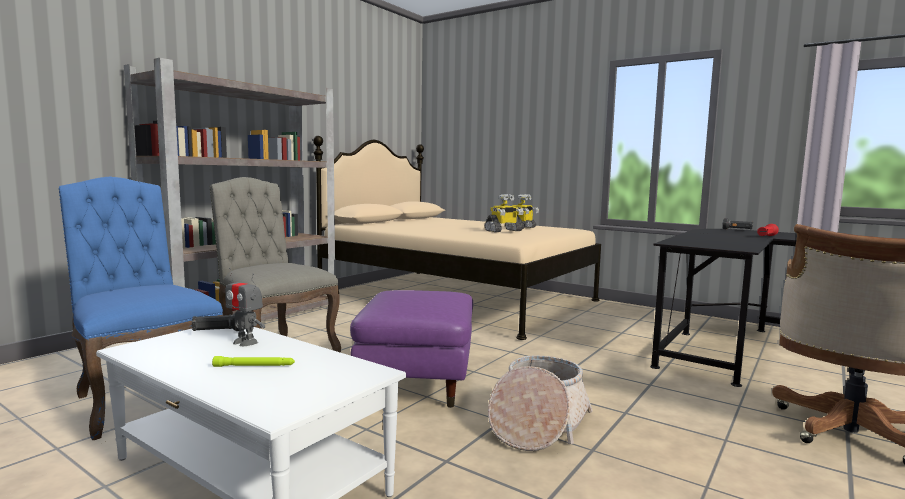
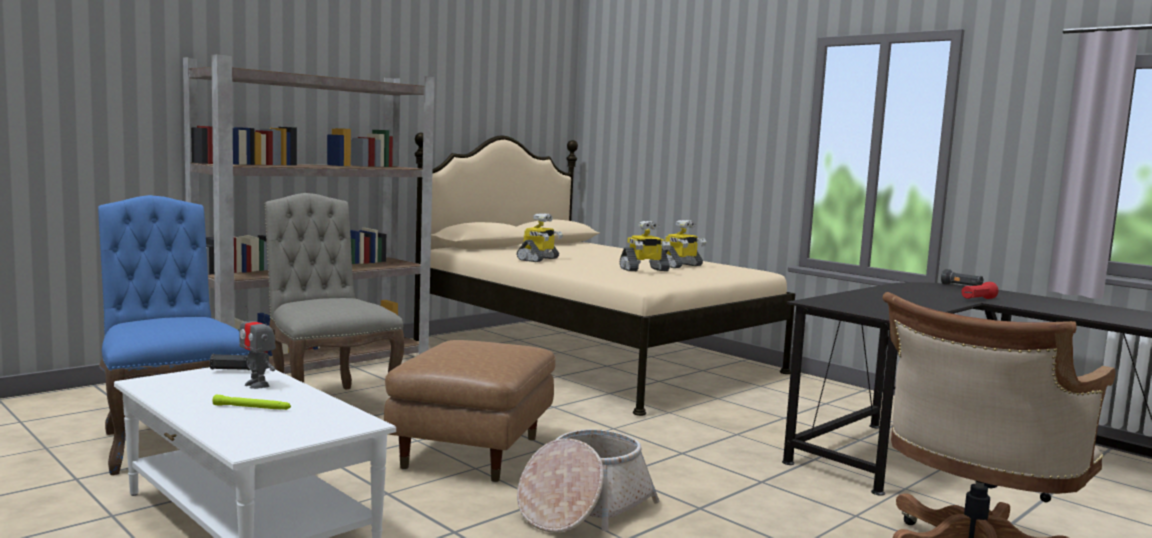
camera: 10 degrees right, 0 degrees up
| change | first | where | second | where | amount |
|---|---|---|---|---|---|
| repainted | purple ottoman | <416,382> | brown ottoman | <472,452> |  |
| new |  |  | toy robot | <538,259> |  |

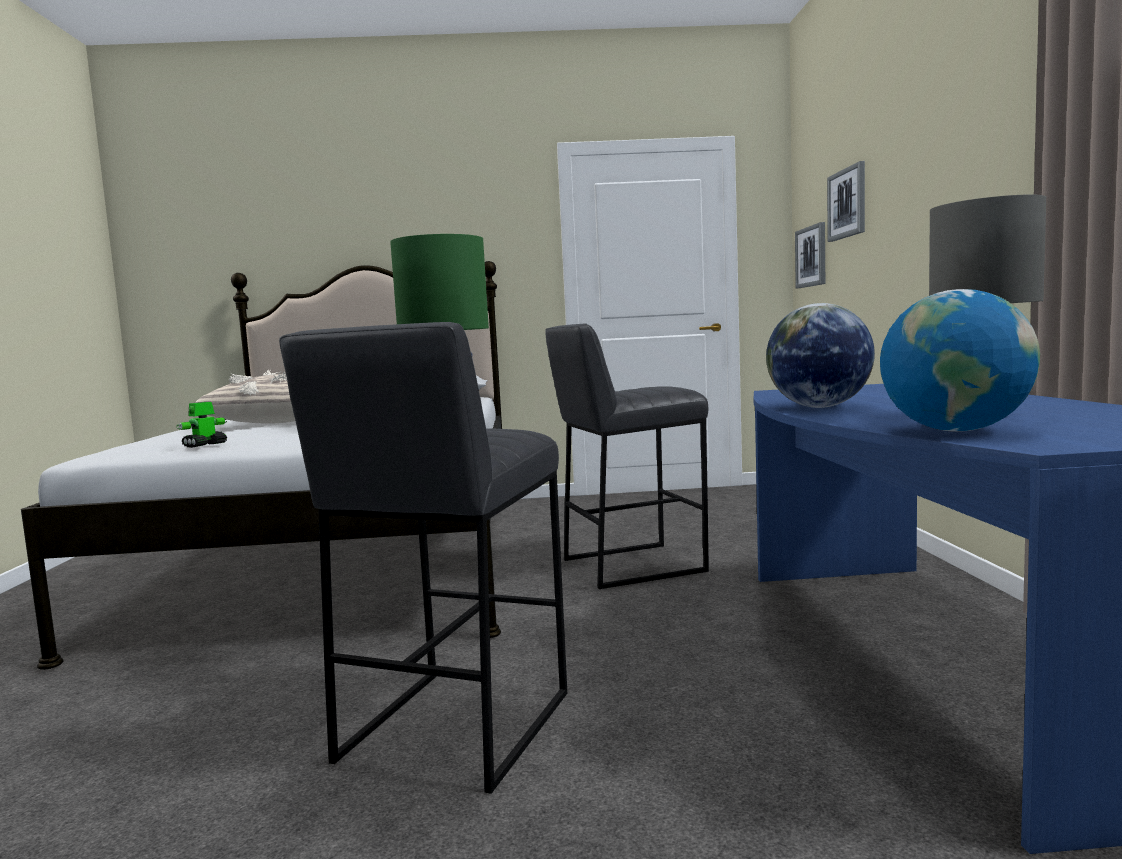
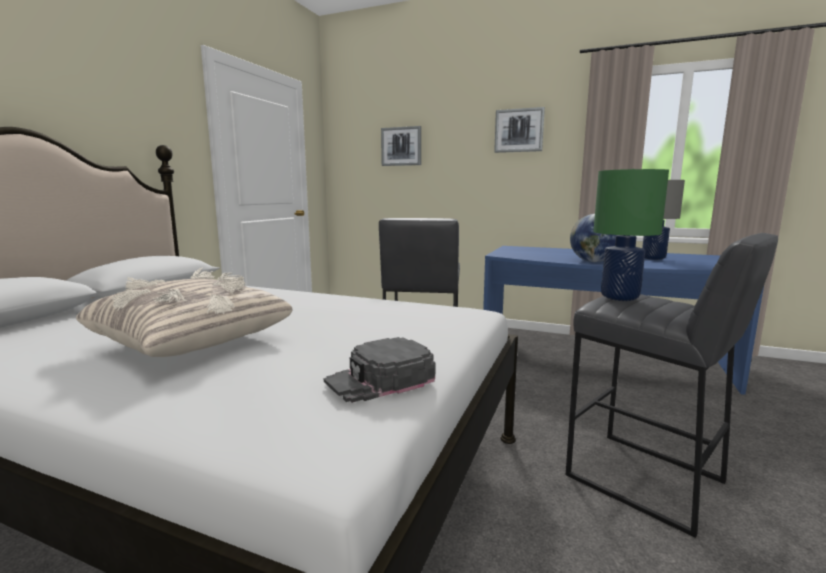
camera: 65 degrees left, 5 degrees up
| change | first | where | second | where | amount |
|---|---|---|---|---|---|
| shifted | picture | <811,256> |  | <519,130> |  |
| gone | globe | <956,430> |  |  |  |
| swapped | toy robot | <204,445> | black cap | <380,380> |  |

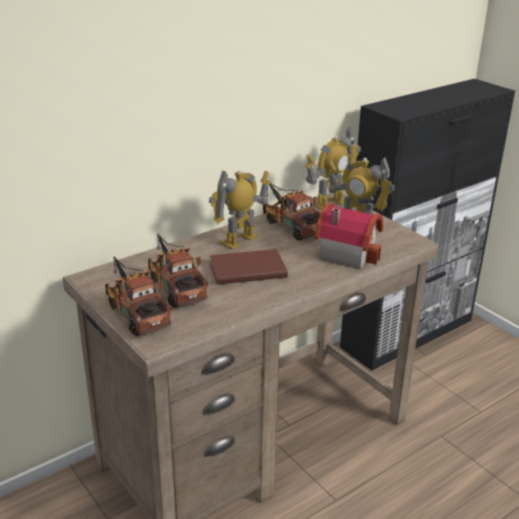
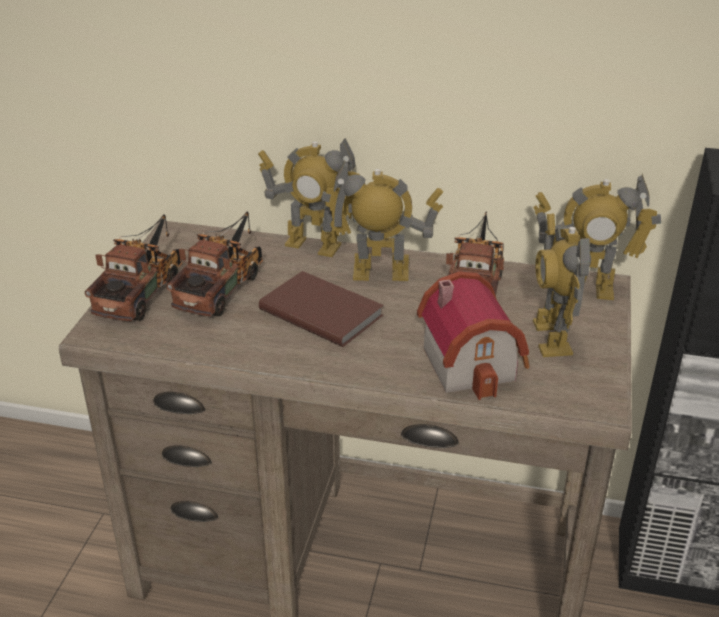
camera: 50 degrees right, 5 degrees up
| change | first | where | second | where | amount |
|---|---|---|---|---|---|
| new |  |  | toy robot | <313,245> |  |

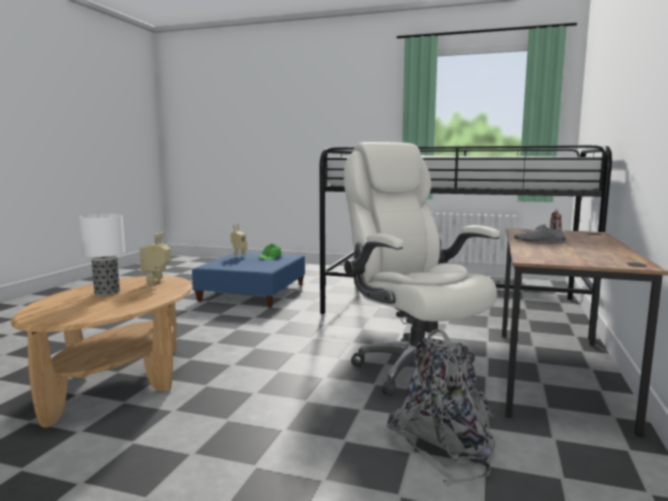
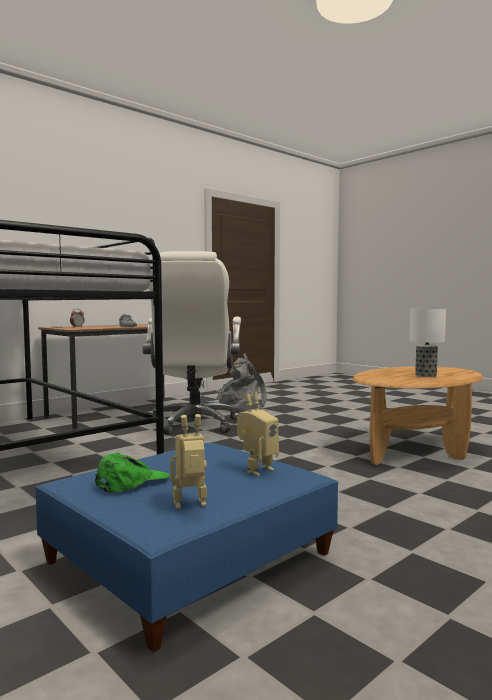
camera: 150 degrees left, 5 degrees down
| change | first | where | second | where | amount |
|---|---|---|---|---|---|
| shifted | toy robot | <157,283> |  | <256,470> |  |

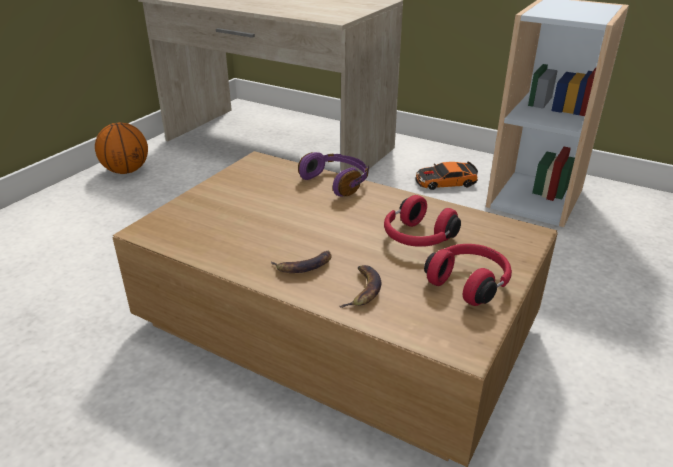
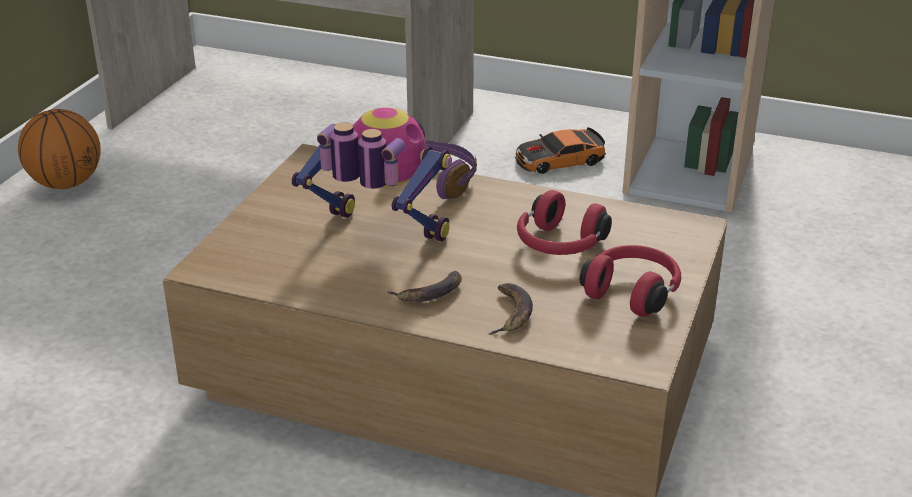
camera: 10 degrees left, 0 degrees up
| change | first | where | second | where | amount |
|---|---|---|---|---|---|
| new |  |  | toy robot | <379,234> |  |

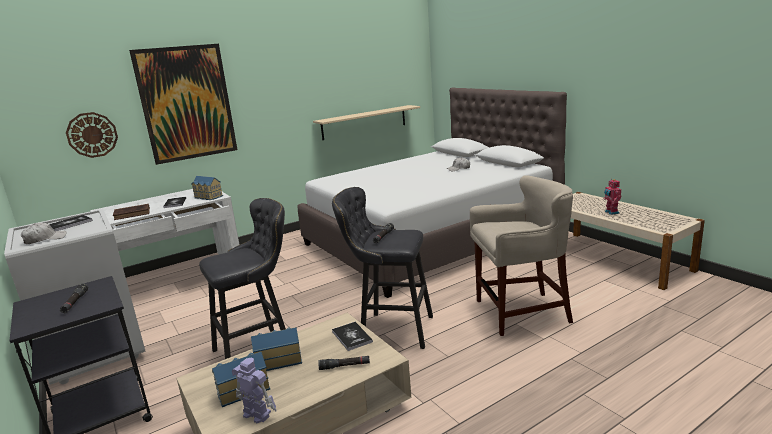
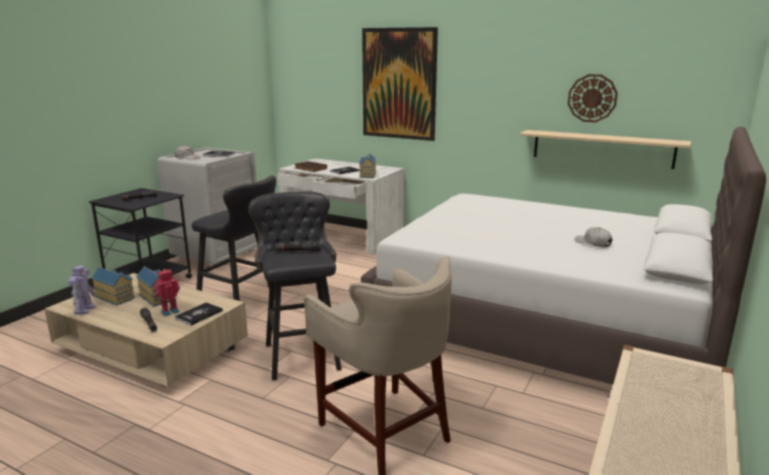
camera: 60 degrees right, 0 degrees up
| change | first | where | second | where | amount |
|---|---|---|---|---|---|
| shifted | wall clock | <92,135> |  | <592,98> |  |
| shifted | toy robot | <611,212> |  | <169,311> |  |

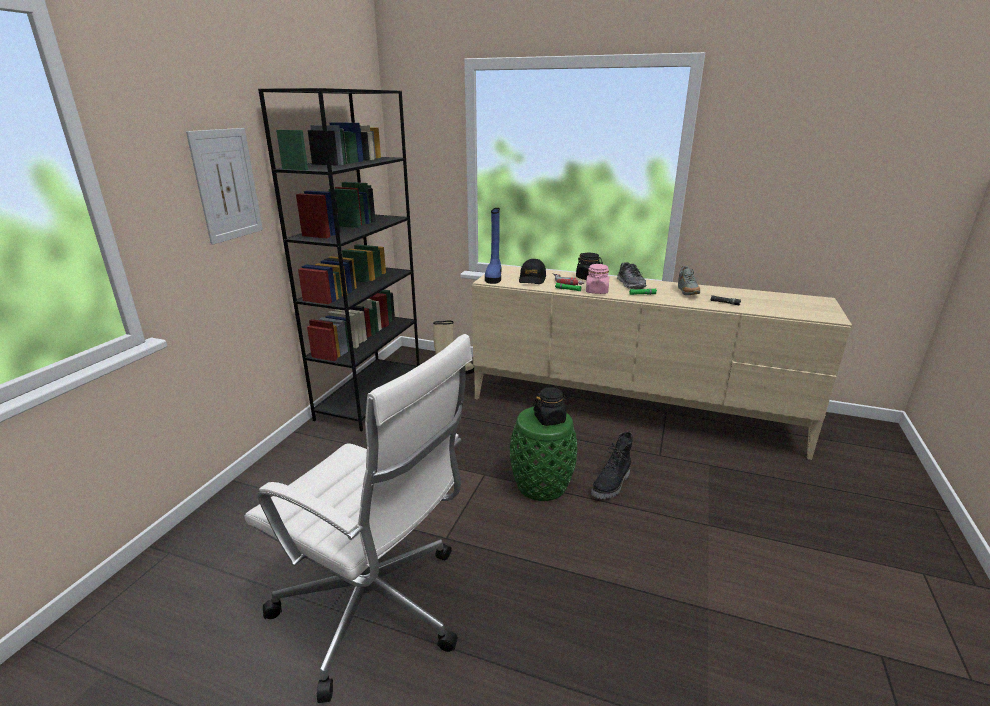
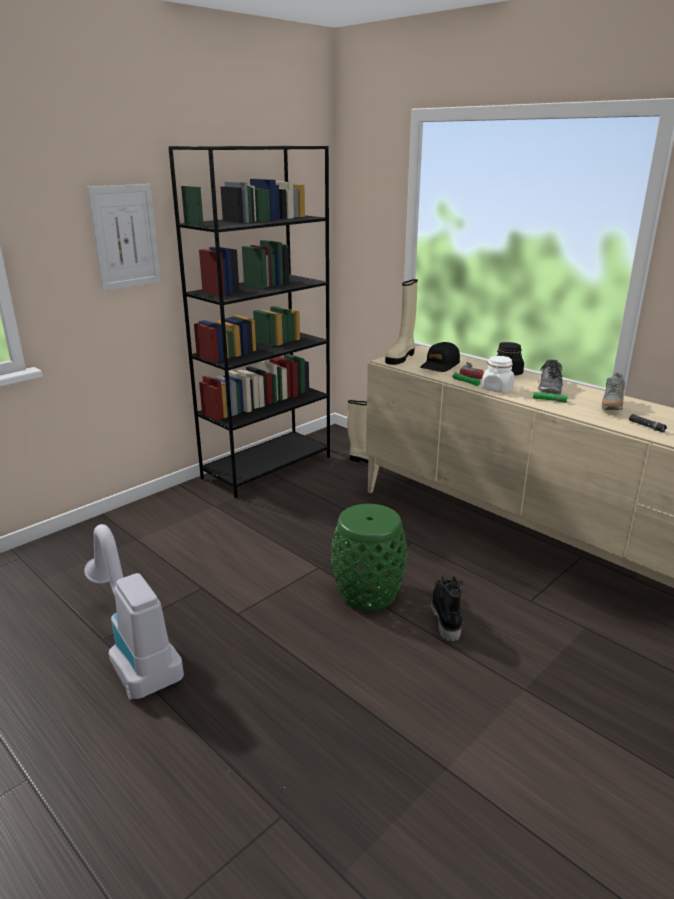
camera: 25 degrees right, 0 degrees up
| change | first | where | second | where | amount |
|---|---|---|---|---|---|
| repainted | blue boot | <494,277> | beige boot | <401,357> |  |
| repainted | pink jar | <596,291> | white jar | <497,389> |  |
| swapped | white office chair | <375,609> | vacuum cleaner | <134,653> |  |
| gone | black jar | <550,419> |  |  |  |
| rotated | black boot | <612,485> |  | <445,615> | 120 degrees clockwise |

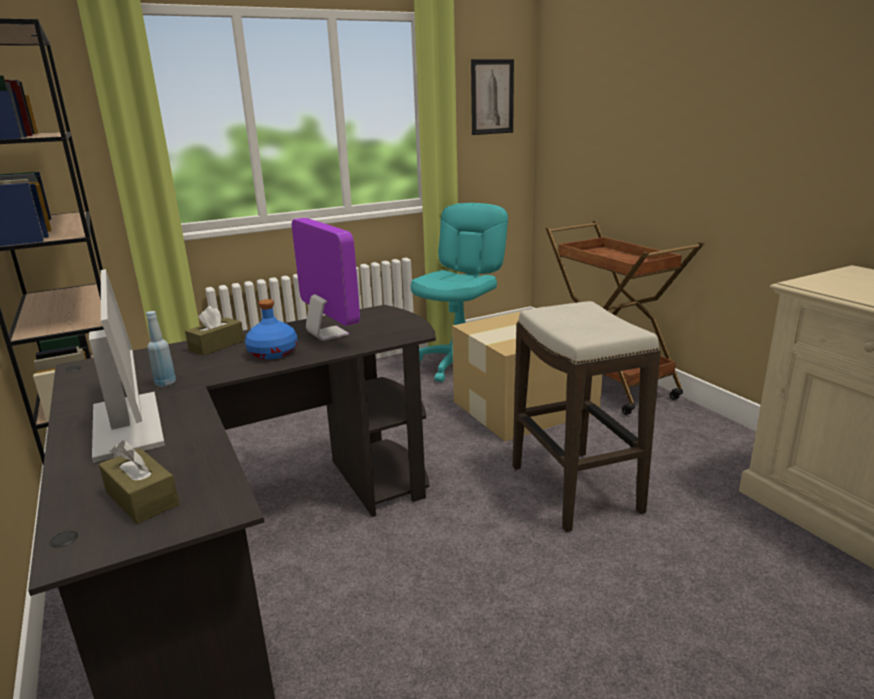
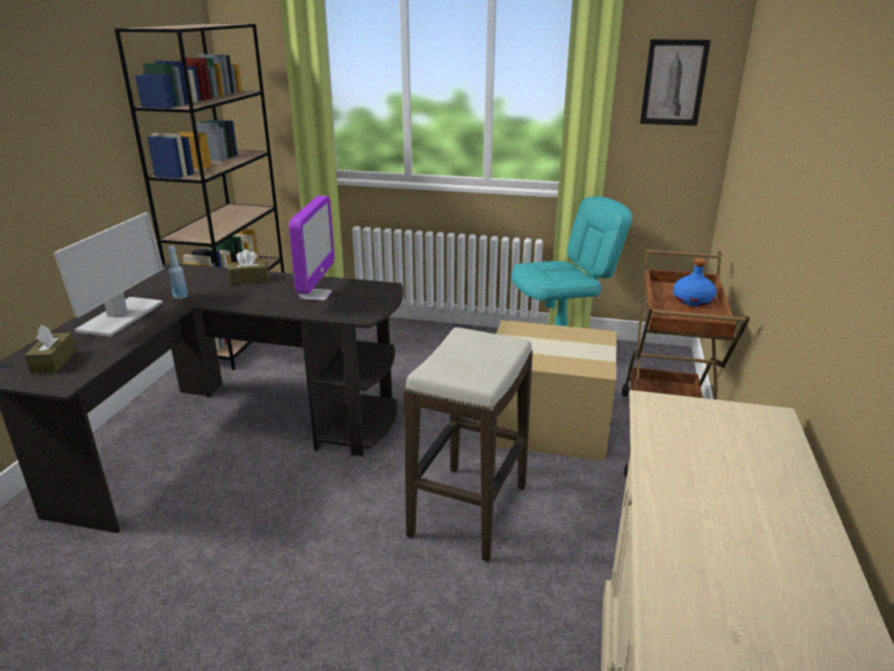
camera: 40 degrees right, 5 degrees up
| change | first | where | second | where | amount |
|---|---|---|---|---|---|
| shifted | blue bottle | <273,353> |  | <693,301> |  |

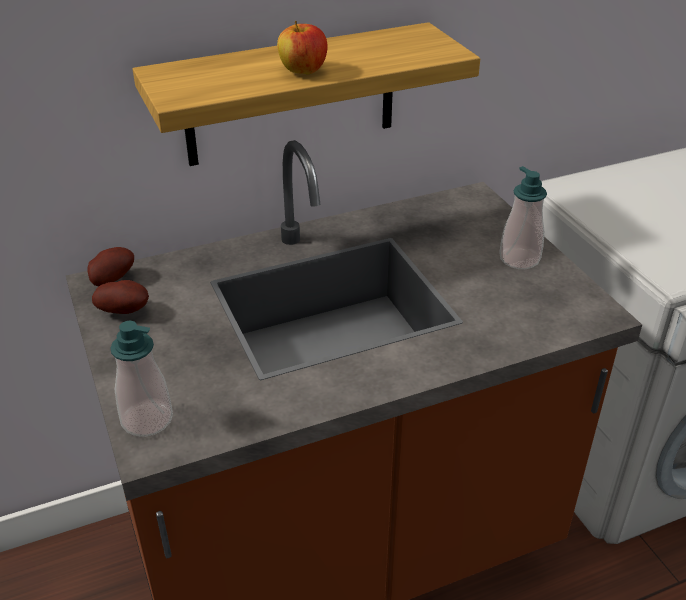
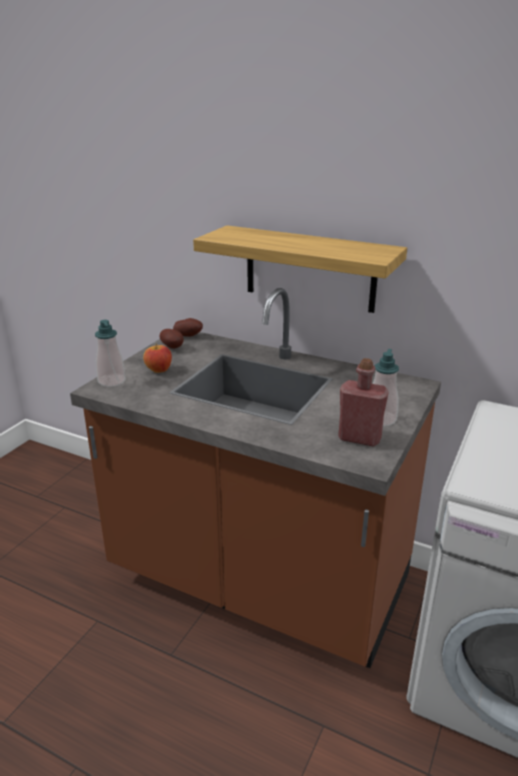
camera: 50 degrees right, 10 degrees down
| change | first | where | second | where | amount |
|---|---|---|---|---|---|
| shifted | apple | <303,71> |  | <159,370> |  |
| new |  |  | red bottle | <359,438> |  |

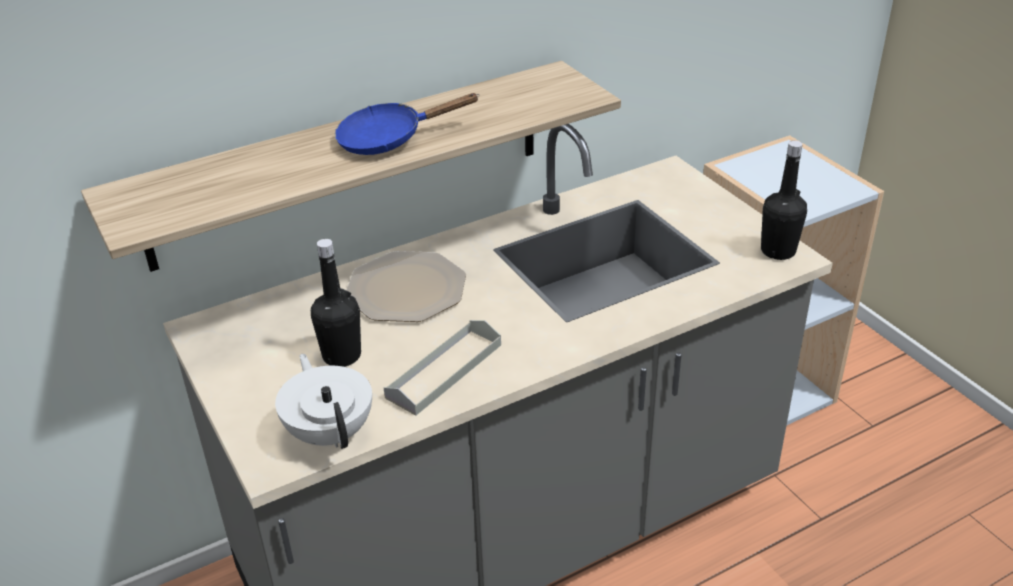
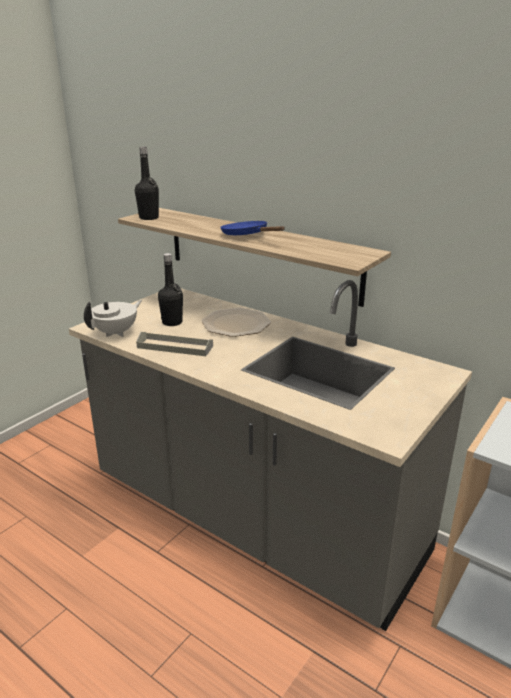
camera: 65 degrees right, 10 degrees down
| change | first | where | second | where | amount |
|---|---|---|---|---|---|
| shifted | black bottle | <778,251> |  | <149,218> |  |

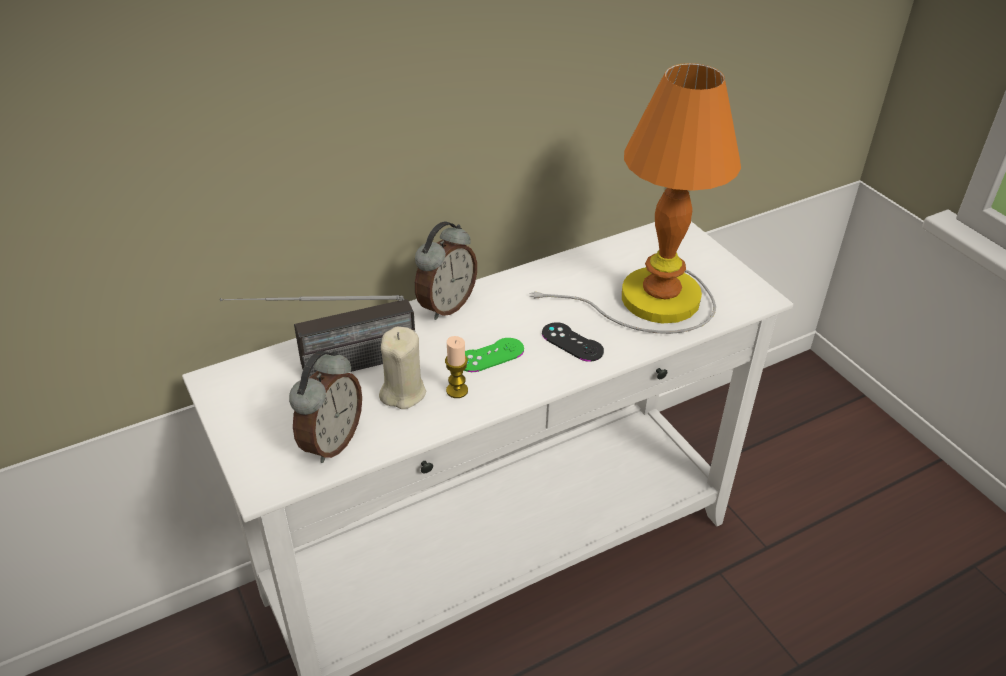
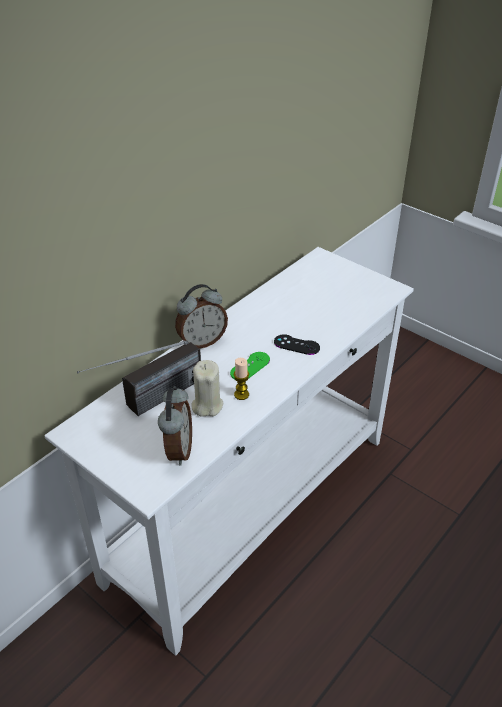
camera: 20 degrees left, 0 degrees up
| change | first | where | second | where | amount |
|---|---|---|---|---|---|
| gone | table lamp | <651,301> |  |  |  |
| rotated | alarm clock | <445,305> |  | <202,341> | 45 degrees clockwise |

